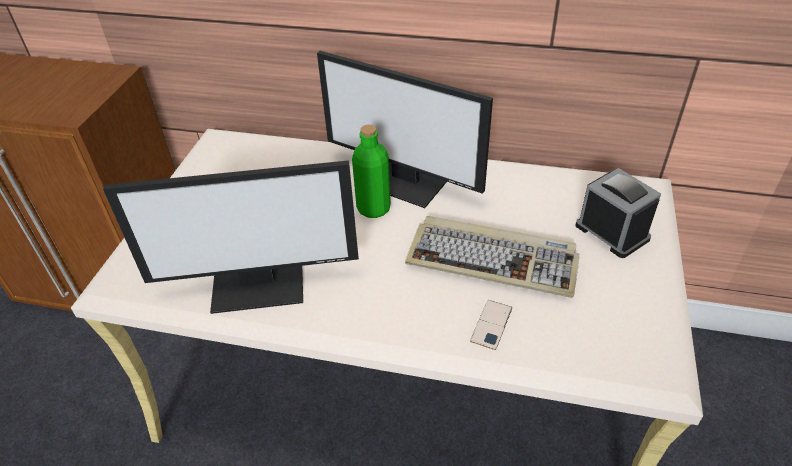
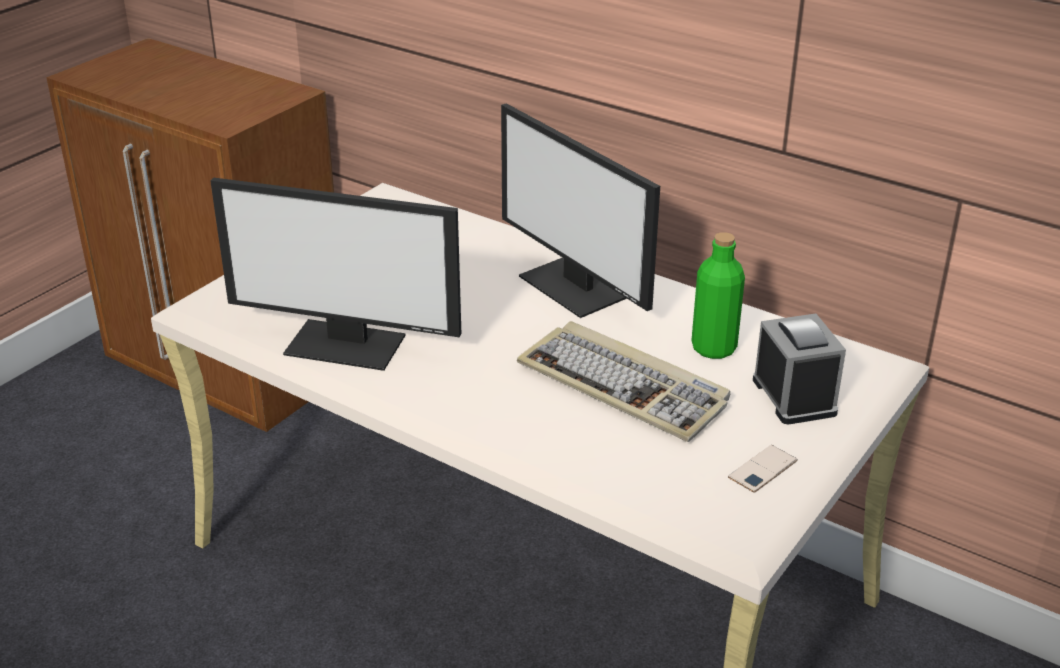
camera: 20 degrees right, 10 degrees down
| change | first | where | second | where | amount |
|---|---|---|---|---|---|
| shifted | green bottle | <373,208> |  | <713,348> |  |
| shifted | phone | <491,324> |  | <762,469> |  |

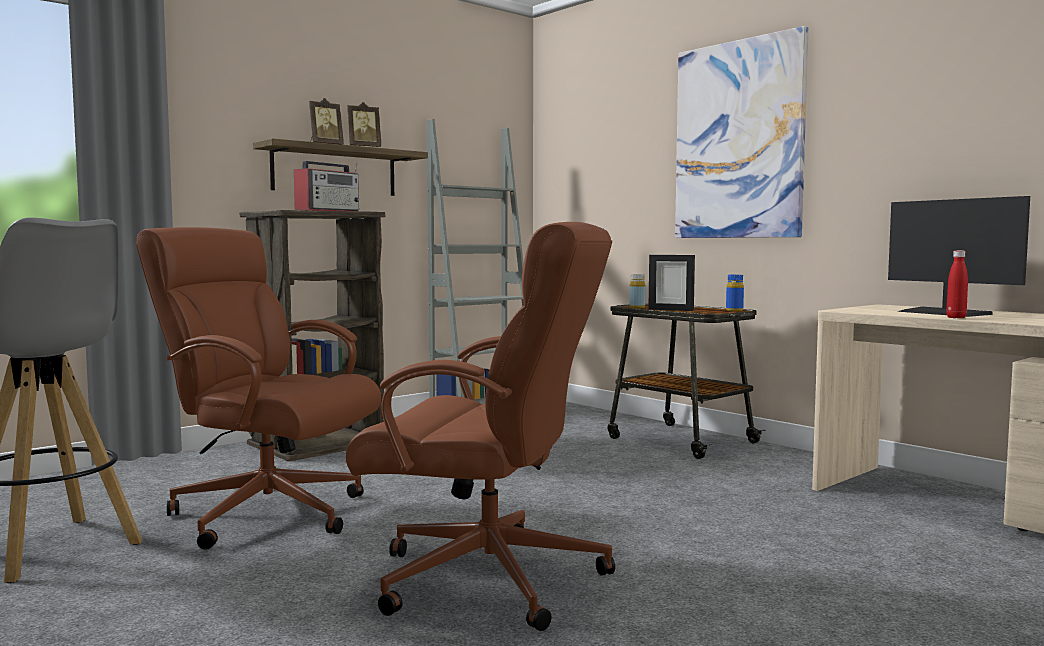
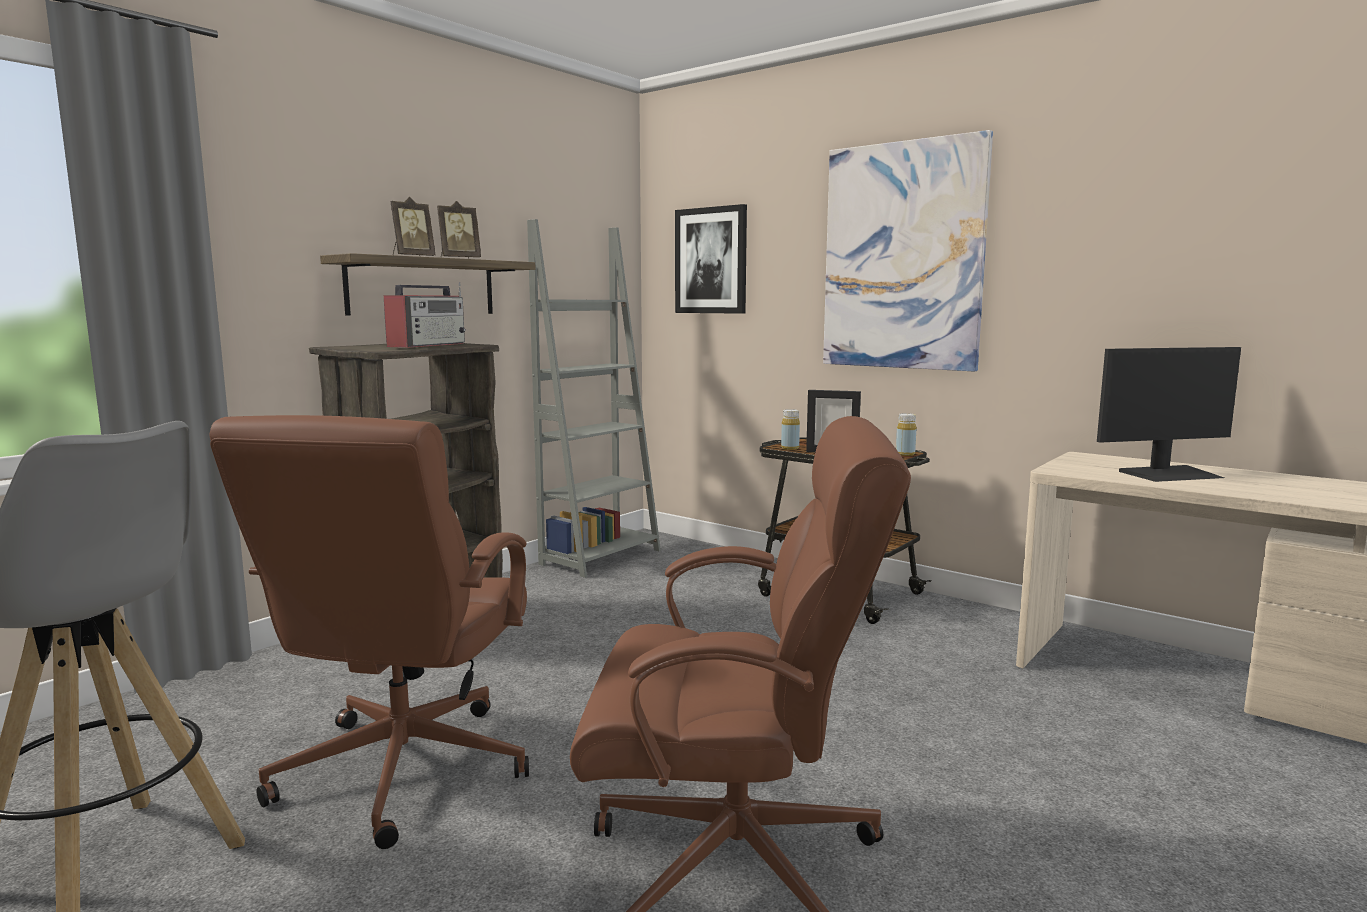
camera: 10 degrees left, 5 degrees up
| change | first | where | second | where | amount |
|---|---|---|---|---|---|
| rotated | monitor | <945,313> |  | <1169,474> | 60 degrees counterclockwise |
| rotated | brown office chair | <269,514> |  | <405,767> | 90 degrees counterclockwise |
| gone | red bottle | <956,317> |  |  |  |
| repainted | blue bottle | <734,310> | yellow bottle | <905,454> |  |
| new |  |  | picture | <711,261> |  |

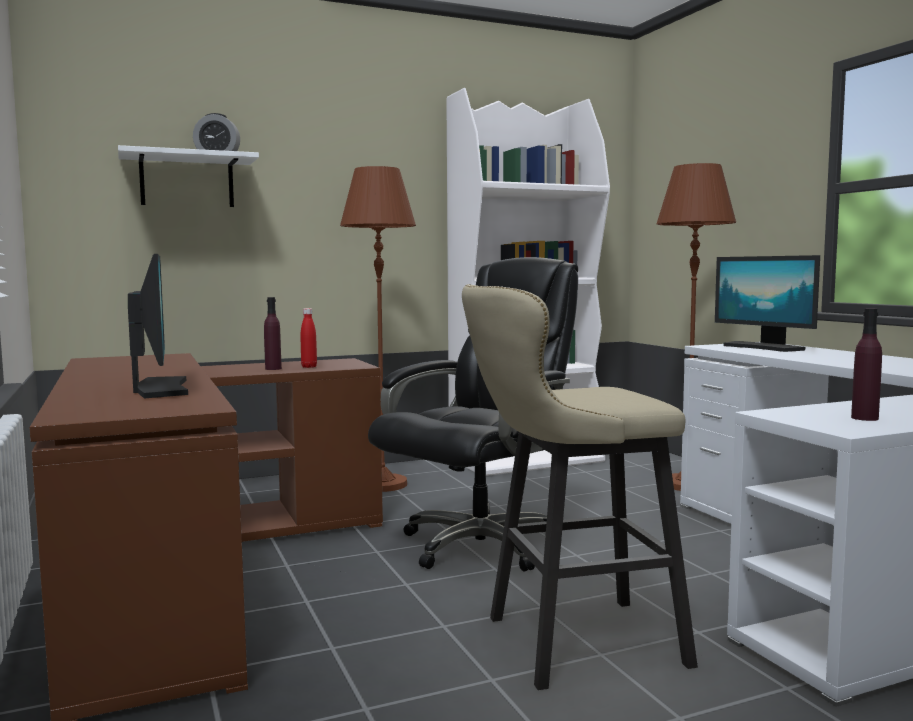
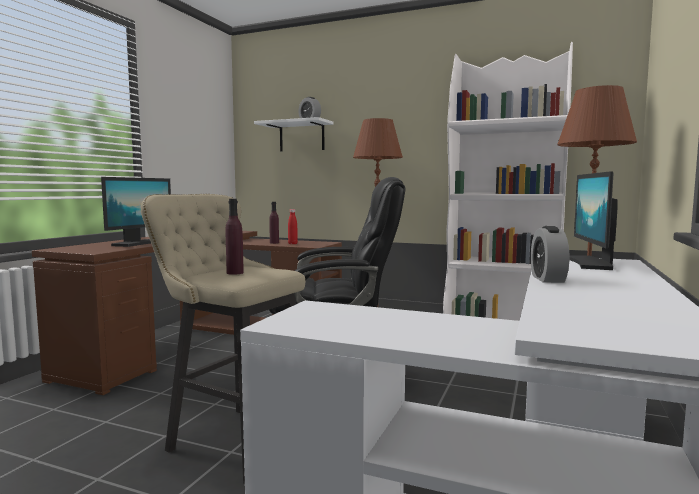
camera: 45 degrees right, 0 degrees up
| change | first | where | second | where | amount |
|---|---|---|---|---|---|
| shifted | purple bottle | <864,418> |  | <235,273> |  |
| new |  |  | alarm clock | <547,279> |  |

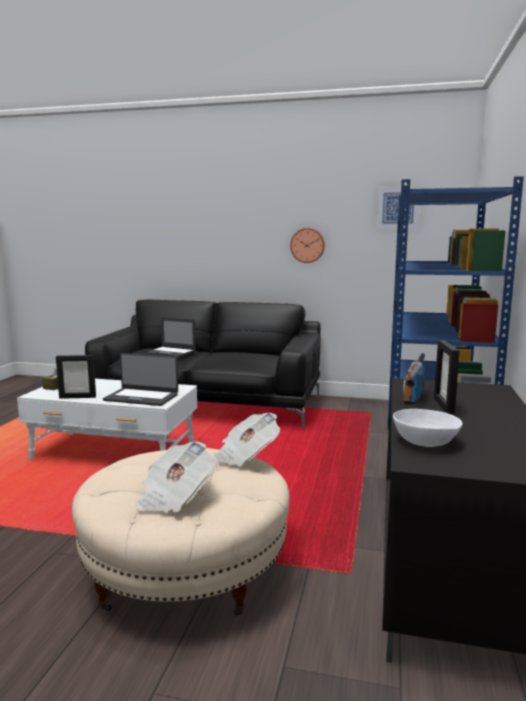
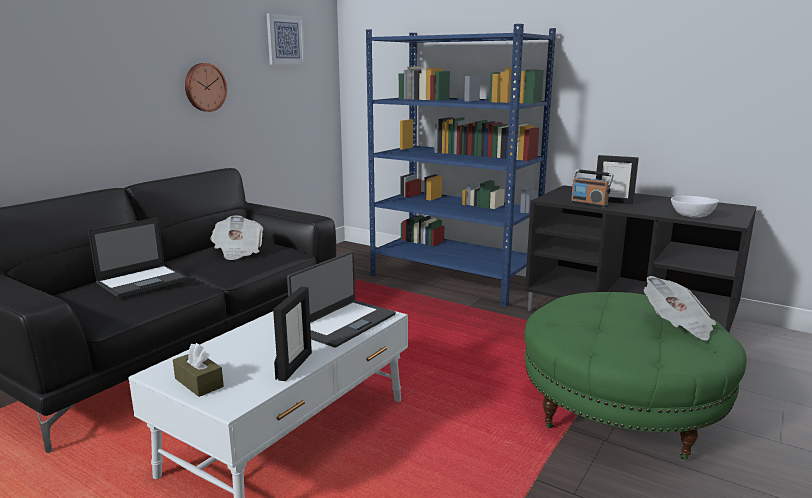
camera: 70 degrees left, 5 degrees up
| change | first | where | second | where | amount |
|---|---|---|---|---|---|
| shifted | newspaper | <245,456> |  | <238,251> |  |
| repainted | beige ottoman | <186,572> | green ottoman | <620,411> |  |

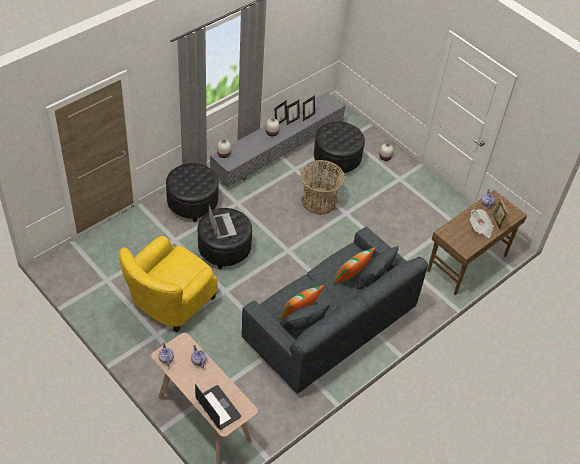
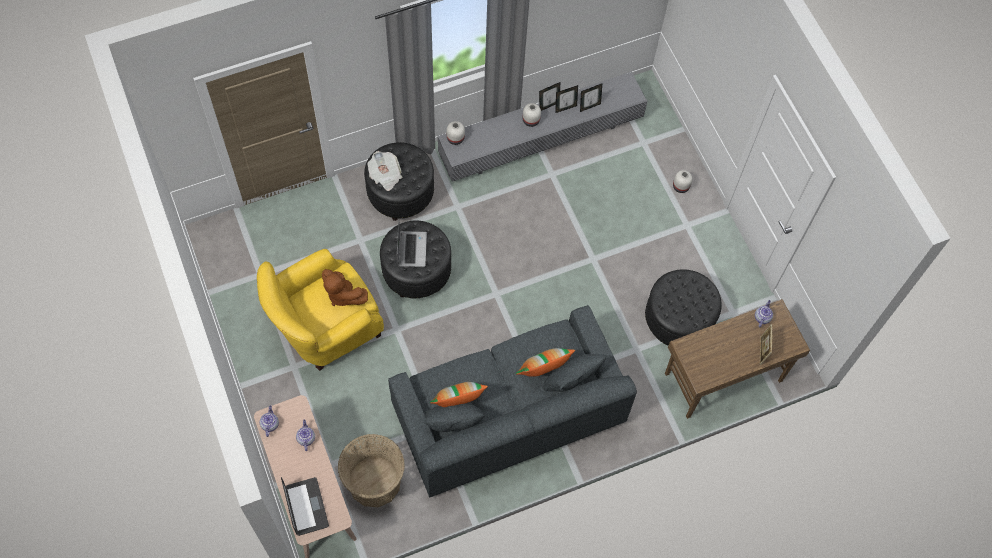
camera: 20 degrees right, 15 degrees up
| change | first | where | second | where | amount |
|---|---|---|---|---|---|
| shifted | black ottoman | <337,161> |  | <678,320> |  |
| shifted | basket | <319,201> |  | <374,481> |  |
| shifted | newspaper | <480,228> |  | <385,175> |  |
| new |  |  | brown plush toy | <343,294> |  |

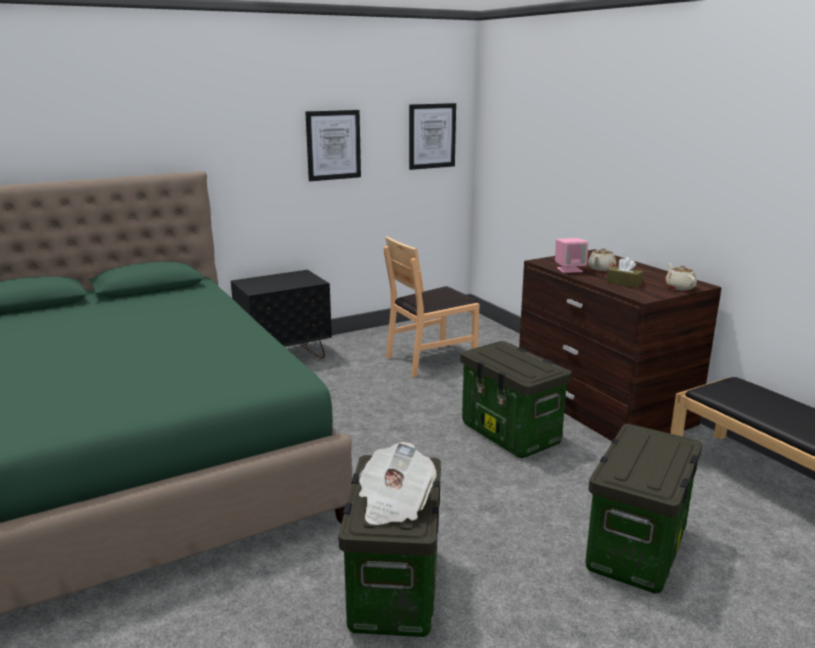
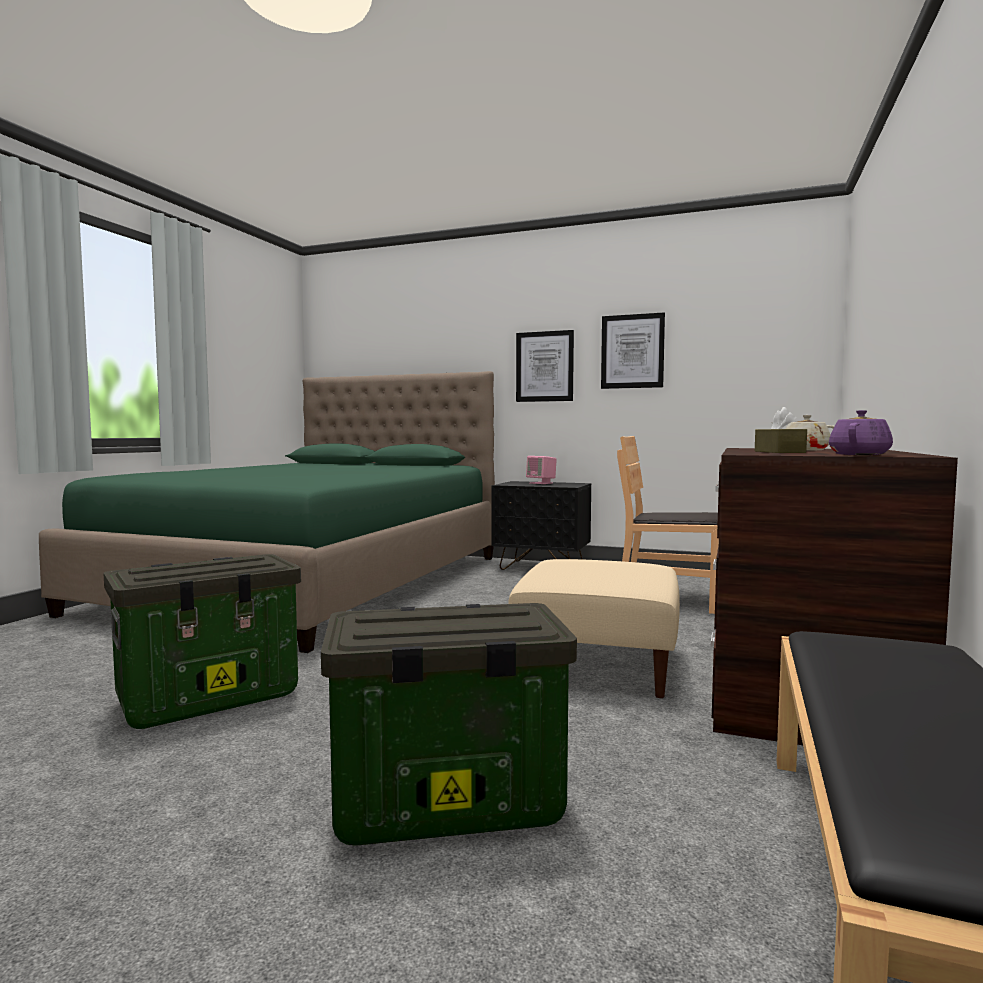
camera: 50 degrees right, 15 degrees down
| change | first | where | second | where | amount |
|---|---|---|---|---|---|
| shifted | picture | <432,136> |  | <544,366> |  |
| shifted | pink speaker | <569,269> |  | <541,483> |  |
| repainted | beige teapot | <679,287> | purple teapot | <860,454> |  |
| swapped | storage box | <511,434> | beige ottoman | <598,665> |  |
| gone | newspaper | <394,503> |  |  |  |

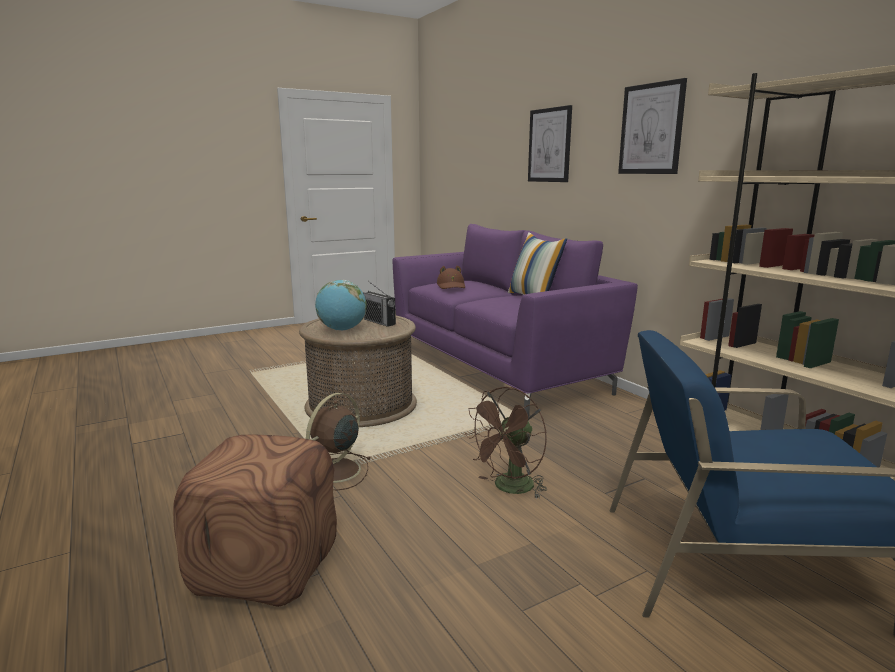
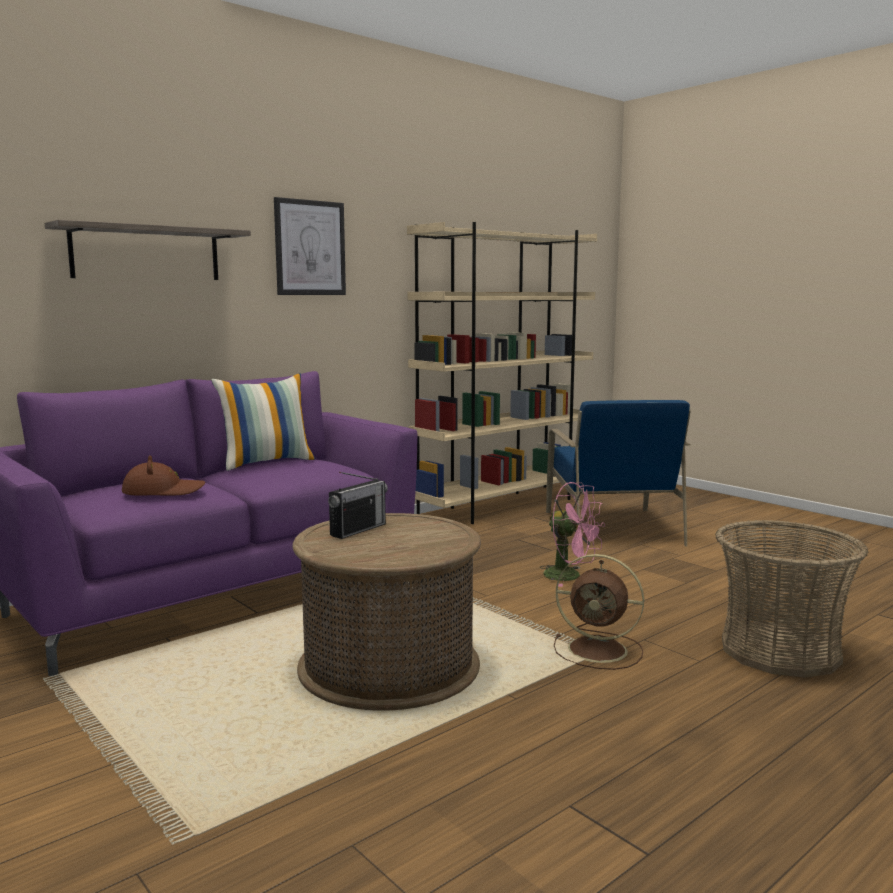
camera: 100 degrees left, 5 degrees down
| change | first | where | second | where | amount |
|---|---|---|---|---|---|
| swapped | picture | <549,145> | shelf | <146,253> |  |
| gone | globe | <342,330> |  |  |  |
| repainted | brown fan | <509,488> | pink fan | <570,576> |  |
| swapped | brown ottoman | <263,566> | basket | <780,651> |  |

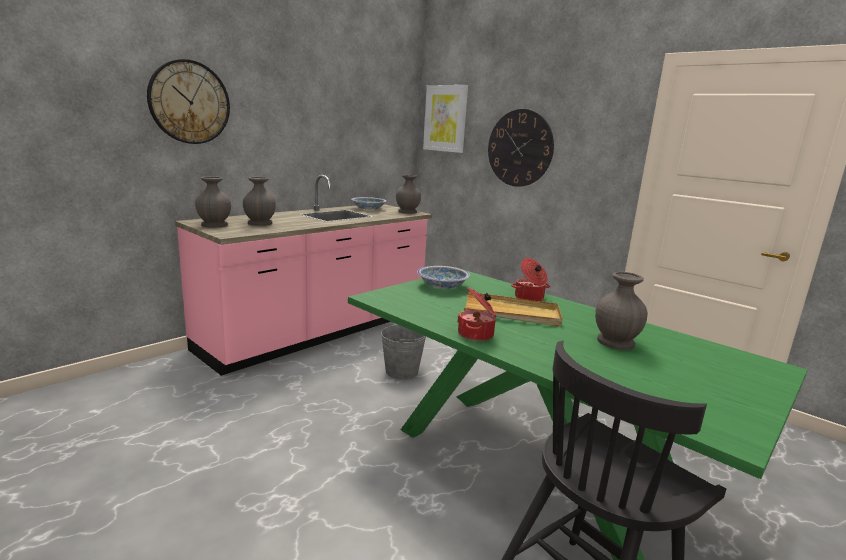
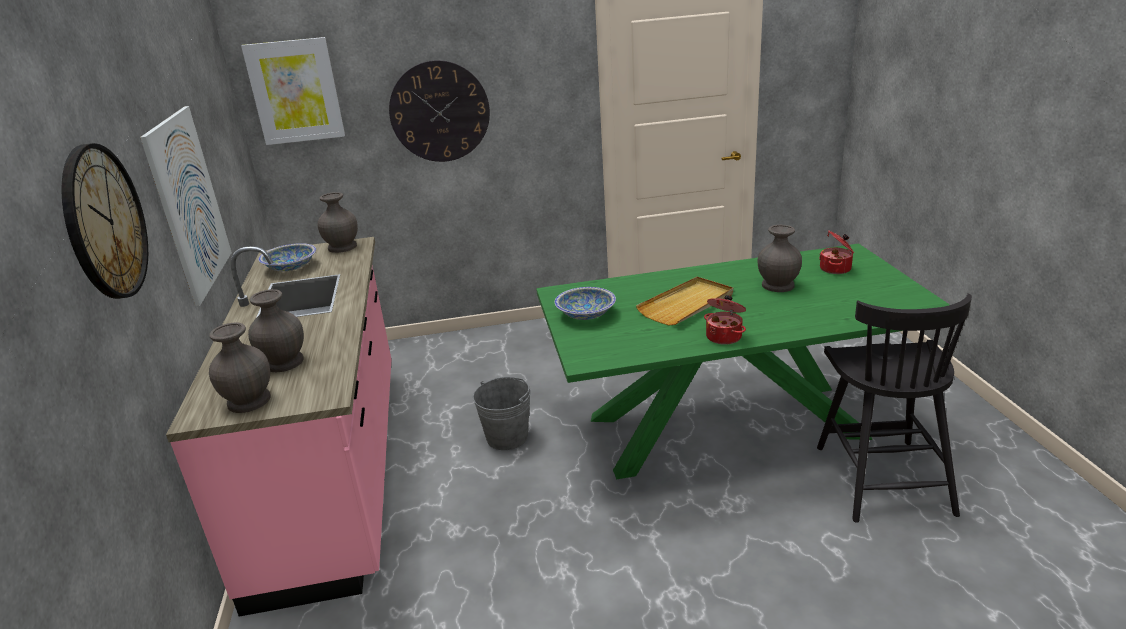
camera: 50 degrees left, 10 degrees up
| change | first | where | second | where | amount |
|---|---|---|---|---|---|
| shifted | cooking pot | <529,298> |  | <836,269> |  |
| new |  |  | picture | <189,202> |  |

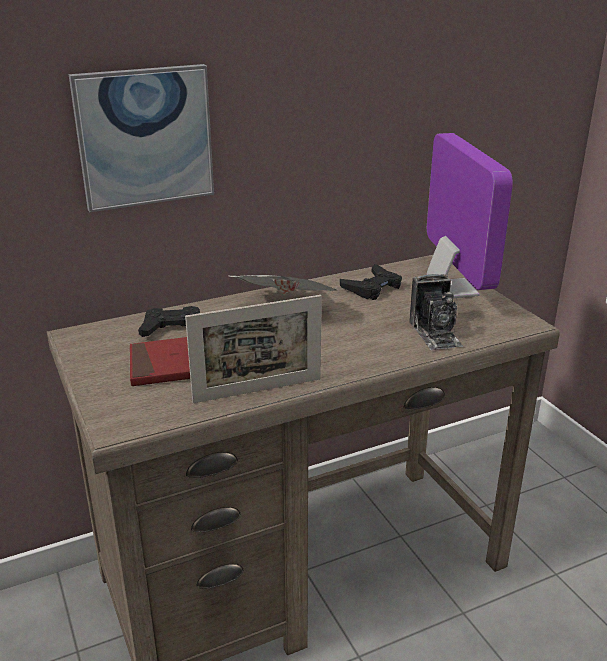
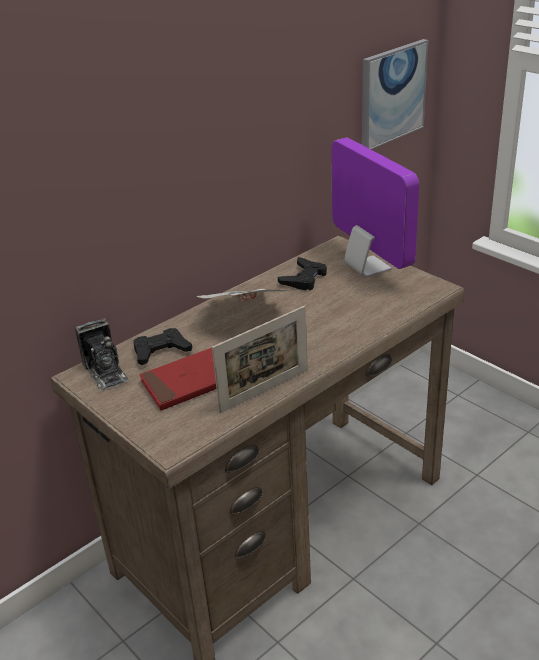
camera: 15 degrees left, 5 degrees up
| change | first | where | second | where | amount |
|---|---|---|---|---|---|
| shifted | picture | <145,137> |  | <392,94> |  |
| shifted | photo camera | <435,333> |  | <105,372> |  |

